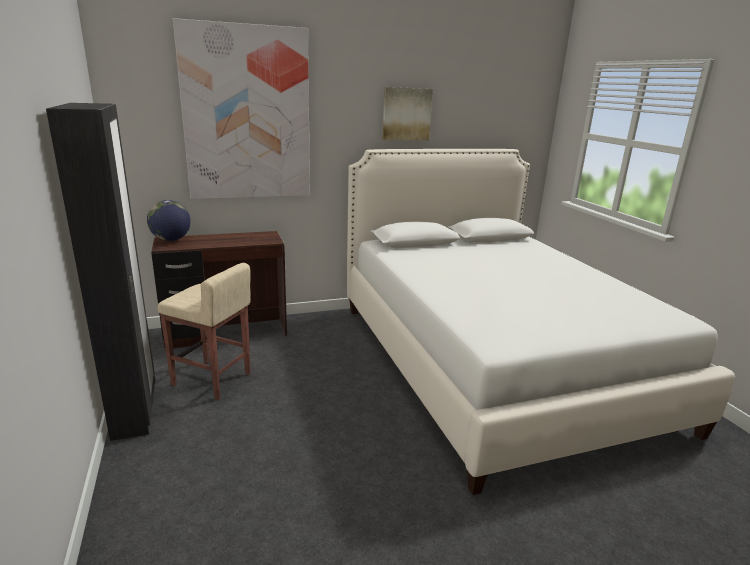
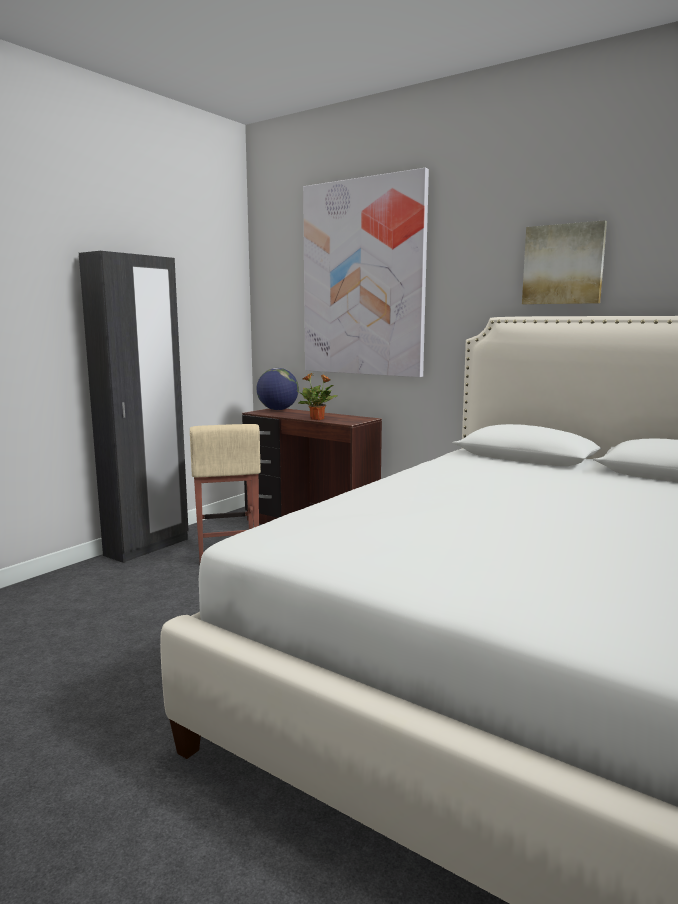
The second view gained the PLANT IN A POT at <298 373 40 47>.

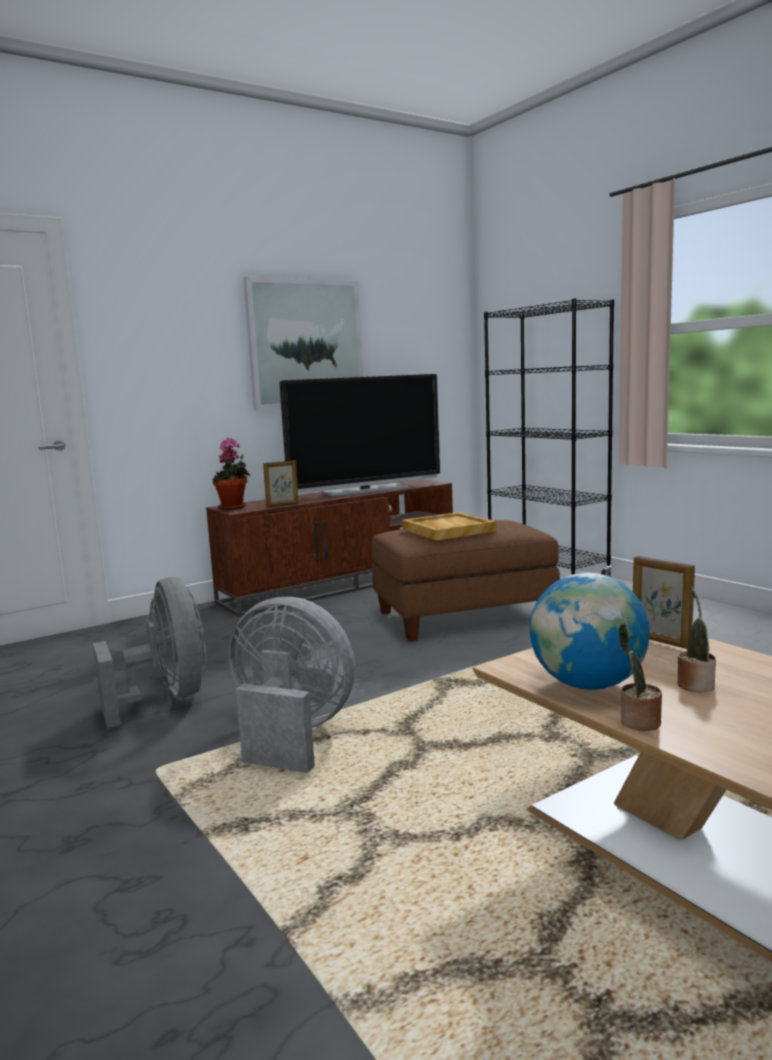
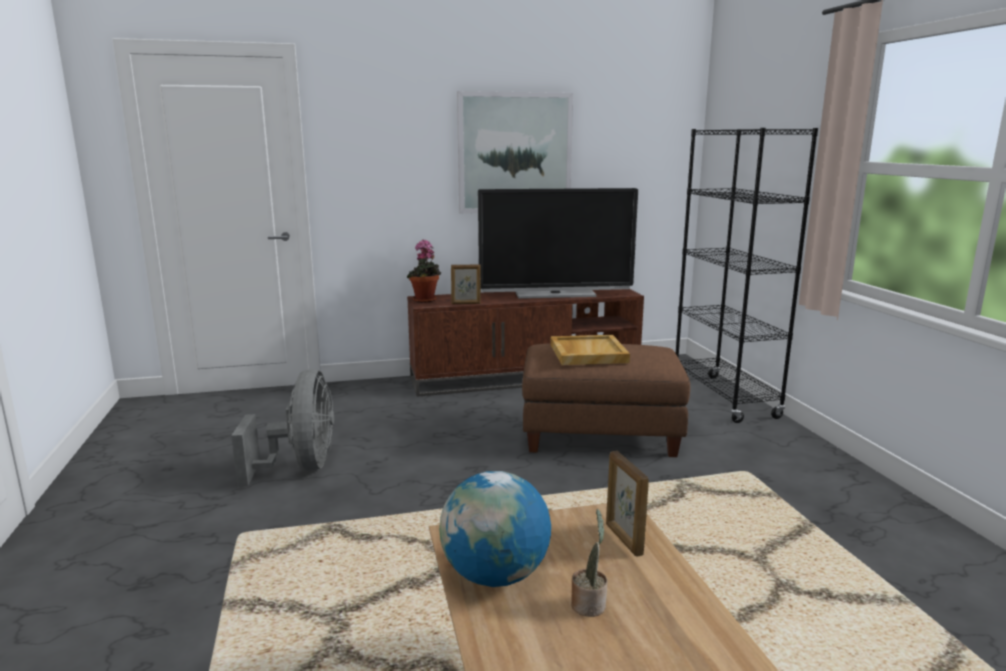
The second view lost the GREY FAN at <229 597 126 176>.
The second view lost the PLANT IN A POT at <618 623 44 108>.

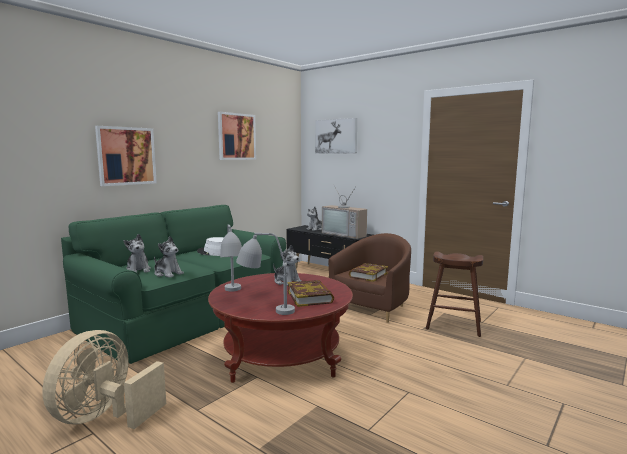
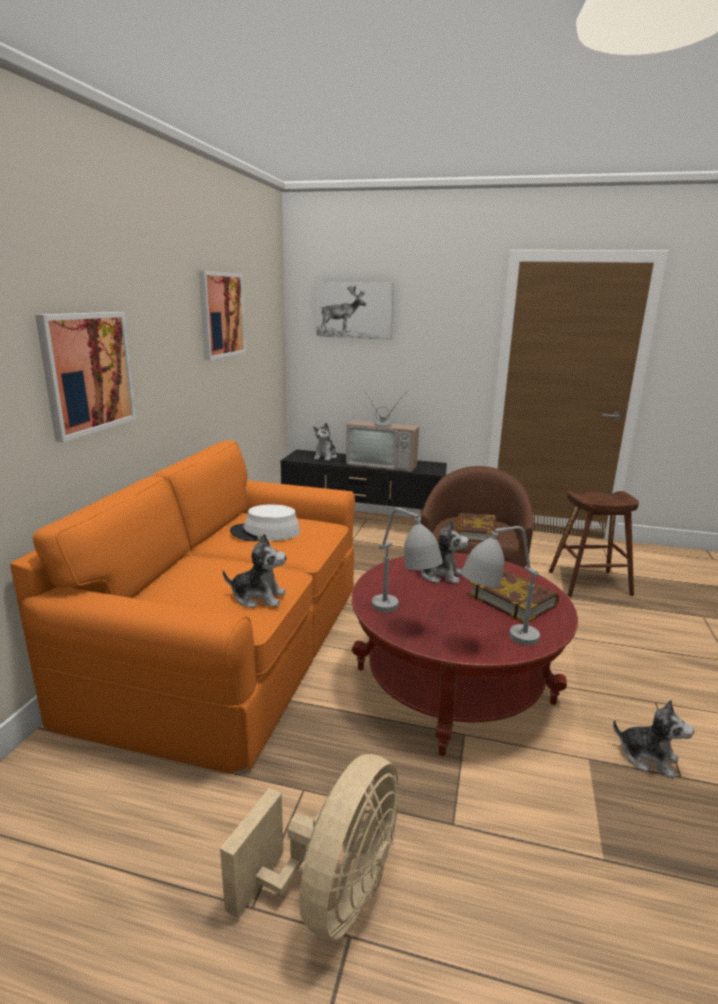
The CUDDLY TOY ended up elsewhere, having gone from <123 234 28 39> to <613 700 81 78>.
What was the GREEN-COLOURED COUCH at <61 205 225 159> turned into the ORANGE COUCH at <10 440 345 334>.
The BEIGE FAN at <42 330 124 99> ended up facing another way, 150 degrees counterclockwise from before.

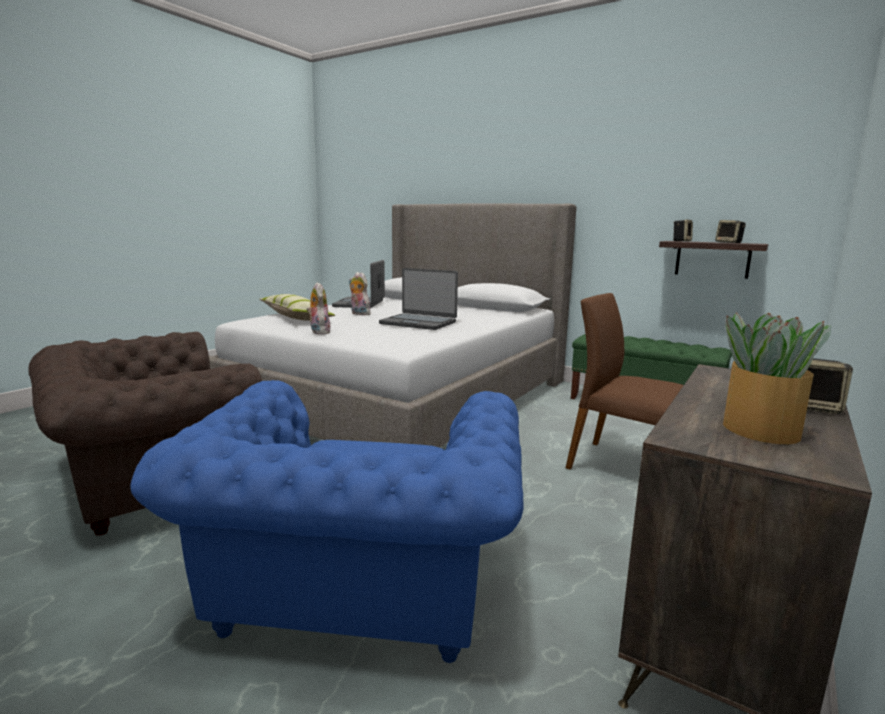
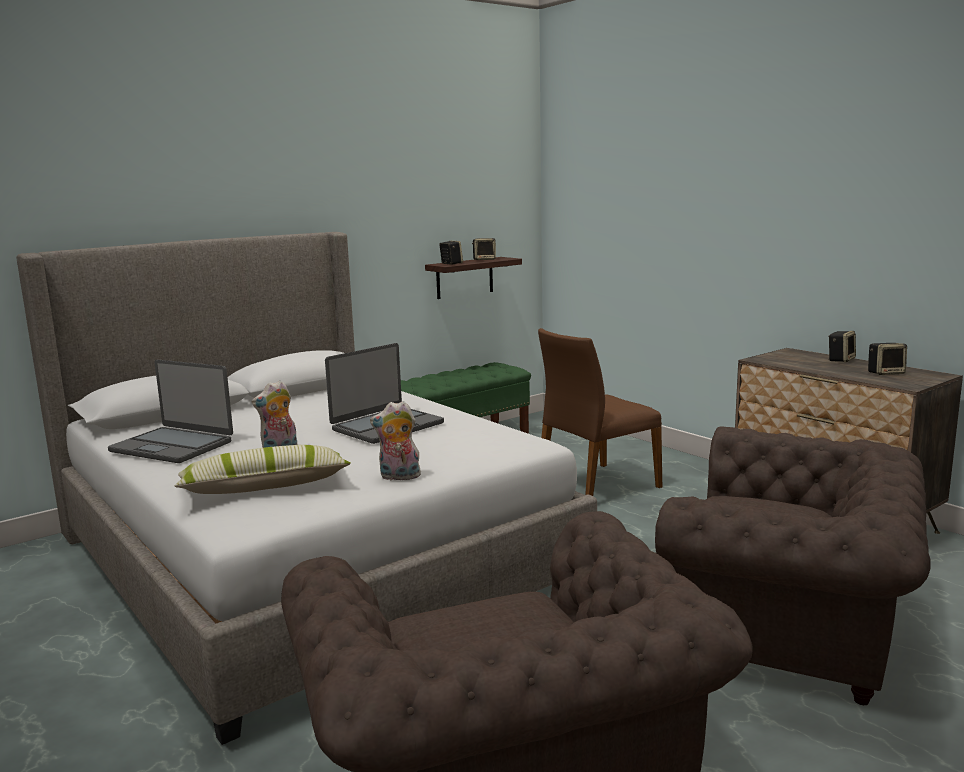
Where the PLANT IN A POT stood at <723 312 108 132>, the AUDIO SPEAKER came to stand at <868 343 39 32>.
What was the BLUISH EASY CHAIR at <130 380 393 283> turned into the BROWN EASY CHAIR at <655 426 276 279>.

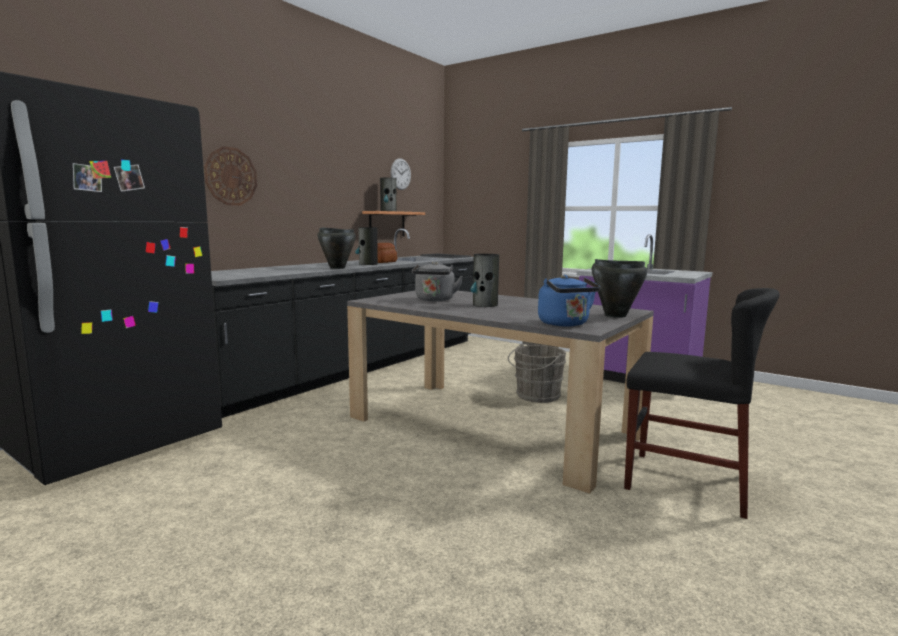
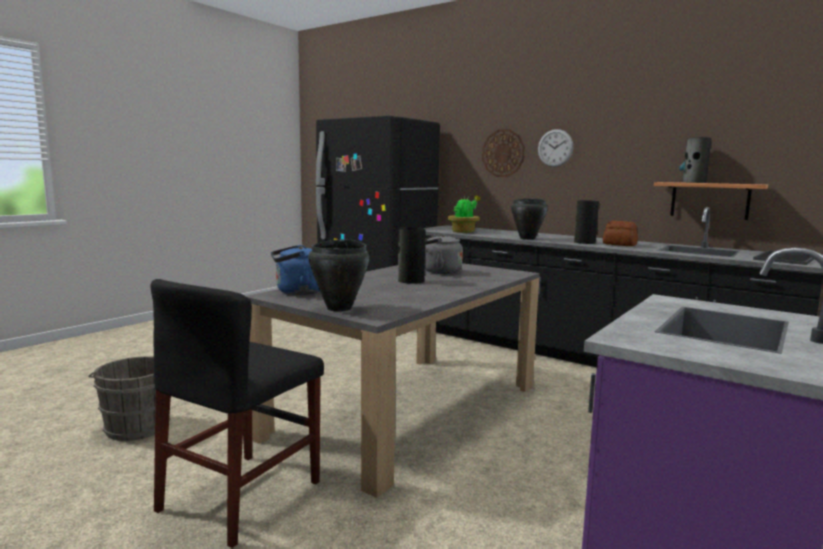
The second view gained the PLANT IN A POT at <448 195 33 38>.
The WALL CLOCK ended up elsewhere, having gone from <391 158 20 32> to <538 129 35 38>.
The GREY BUCKET ended up elsewhere, having gone from <508 344 58 59> to <88 356 84 85>.

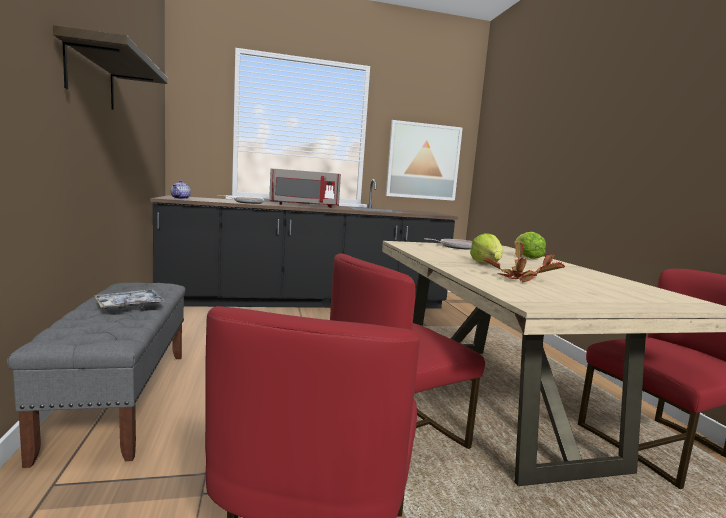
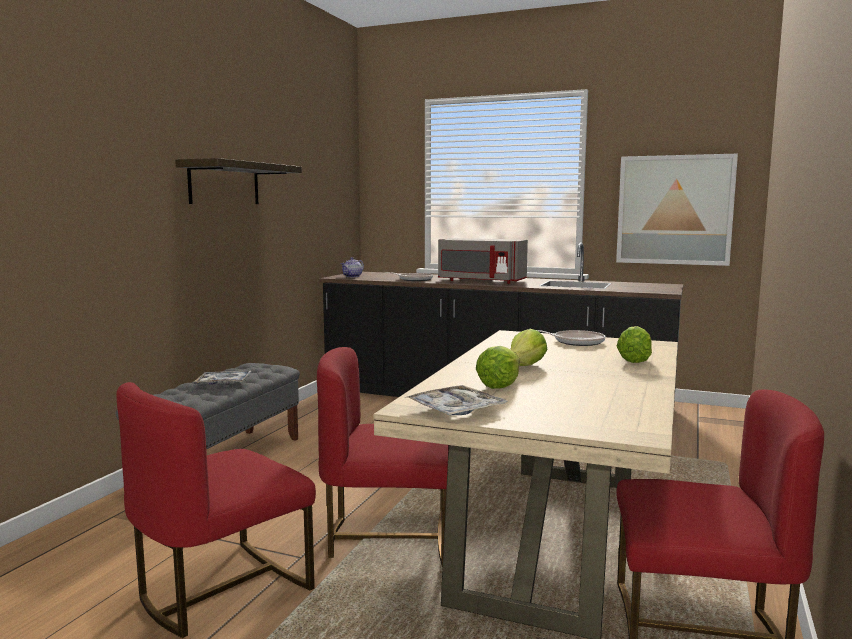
The second view gained the SERVING TRAY at <404 385 104 30>.
Where the PLANT IN A POT stood at <484 242 81 40>, the LETTUCE came to stand at <476 346 44 43>.

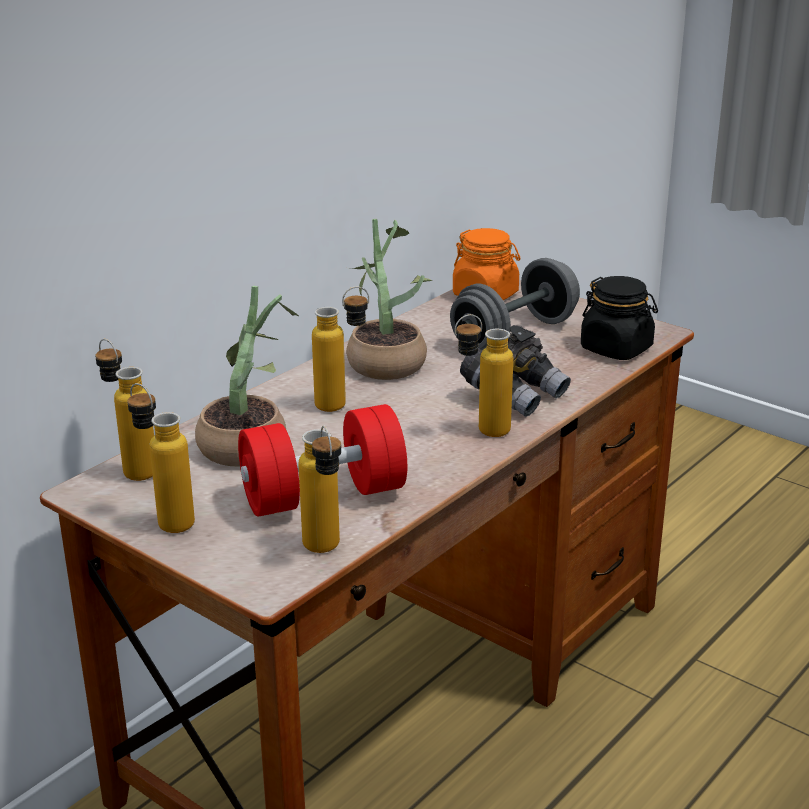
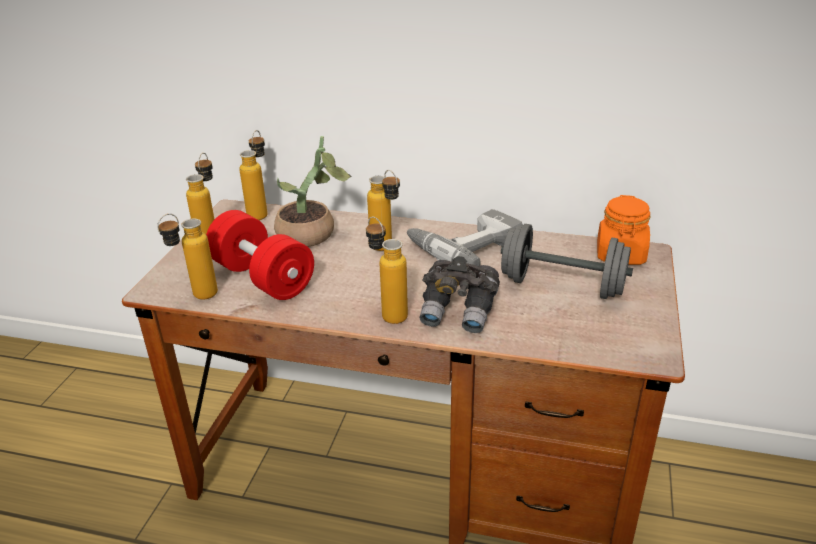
The second view lost the BLACKISH PRESERVE JAR at <581 276 77 84>.
Where the PLANT IN A POT stood at <346 219 87 161>, the DRILL came to stand at <407 209 116 57>.

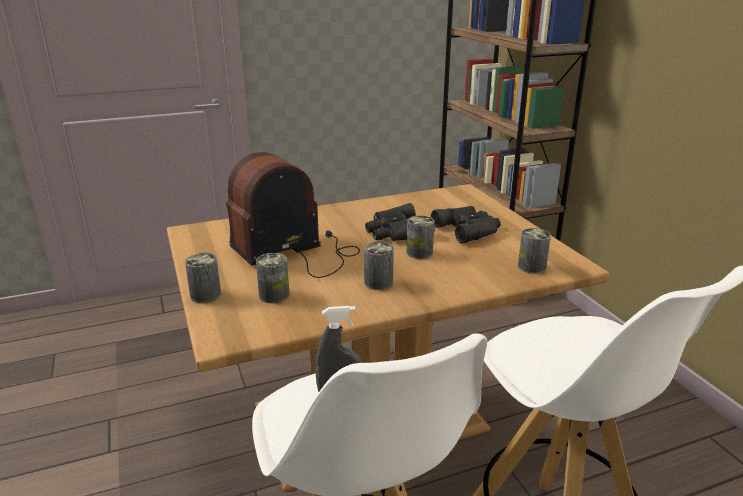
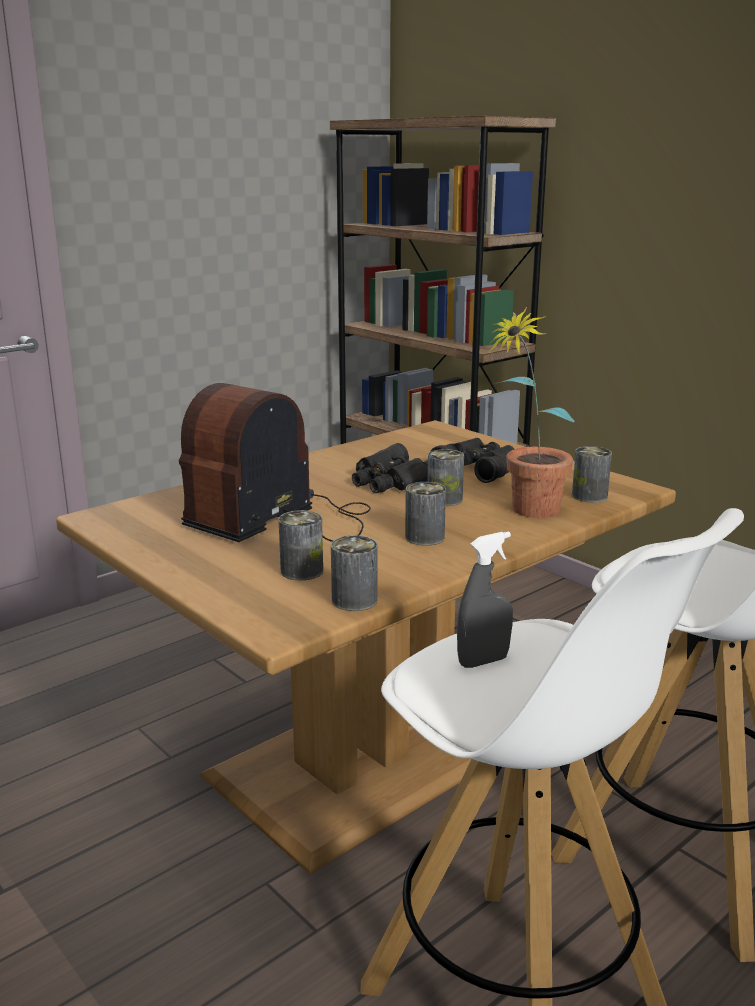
The second view gained the PLANT IN A POT at <489 307 85 211>.
The CAN ended up elsewhere, having gone from <185 253 36 50> to <331 535 46 76>.

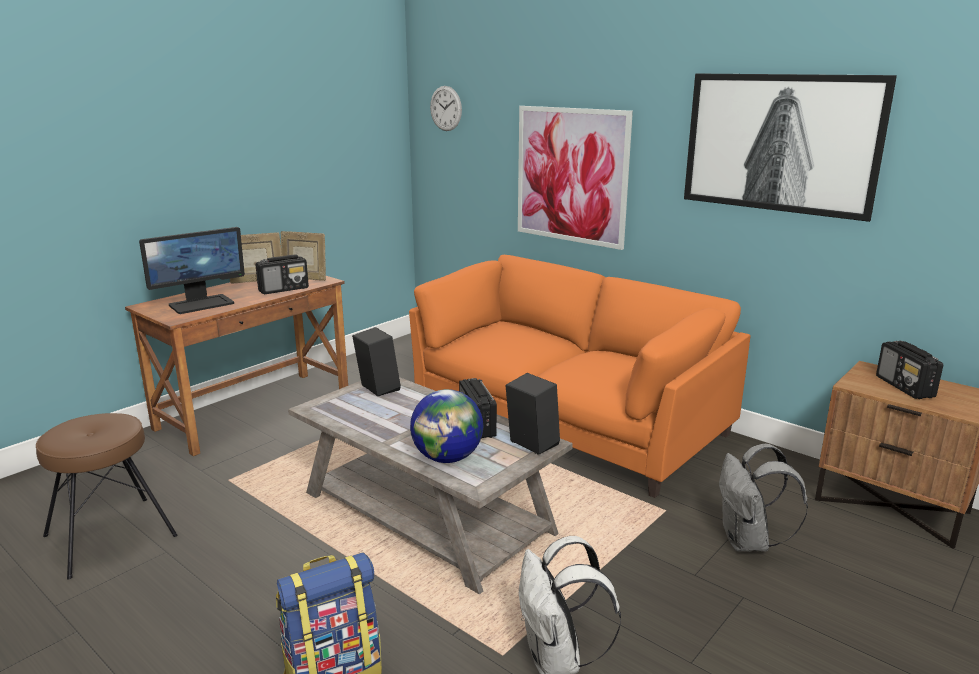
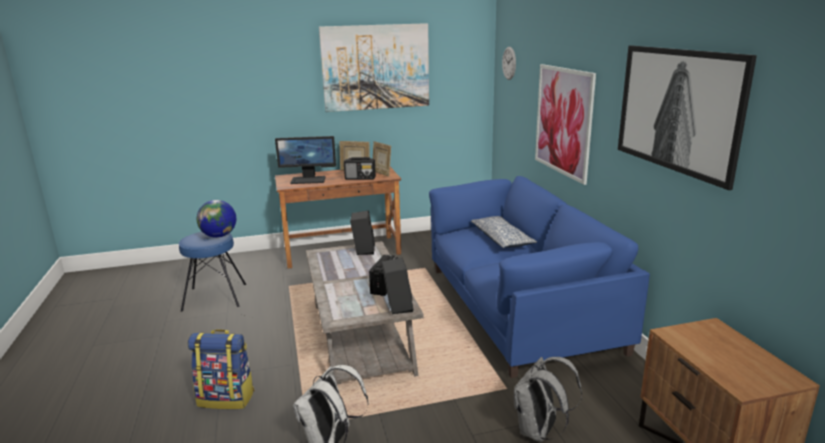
The second view lost the RADIO SET at <876 341 67 58>.
The second view gained the WALL PICTURE at <319 23 110 89>.
The second view gained the PILLOW at <471 216 66 32>.
The WORLD GLOBE ended up elsewhere, having gone from <410 389 73 74> to <197 200 39 38>.
What was the BROWN STOOL at <36 413 142 166> turned into the BLUISH STOOL at <179 232 67 80>.
What was the ORANGE COUCH at <409 255 342 243> turned into the BLUISH COUCH at <429 176 221 202>.

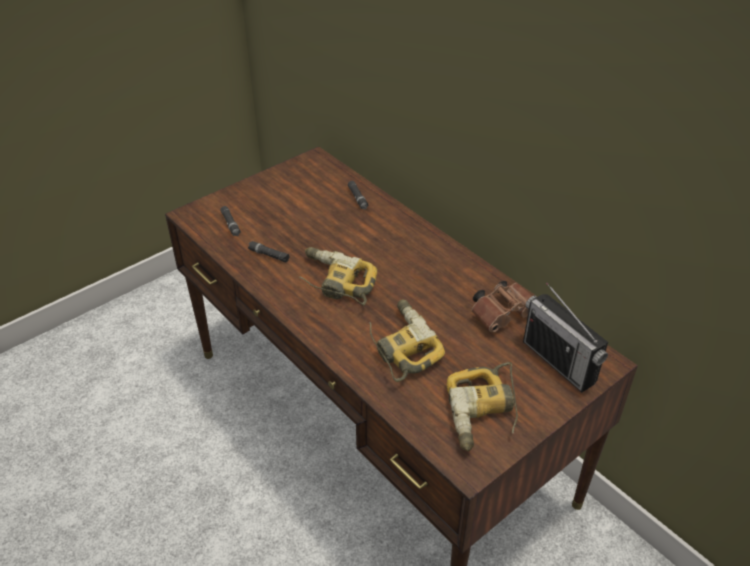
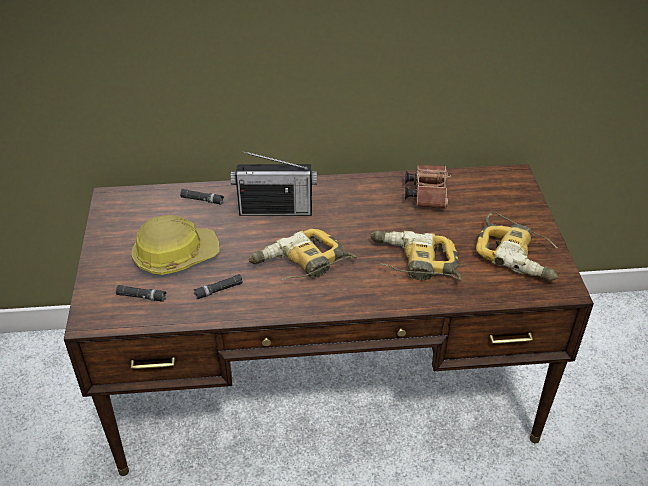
The second view gained the SAFETY HELMET at <132 215 88 60>.
The RADIO SET ended up elsewhere, having gone from <523 283 85 109> to <230 151 87 65>.

